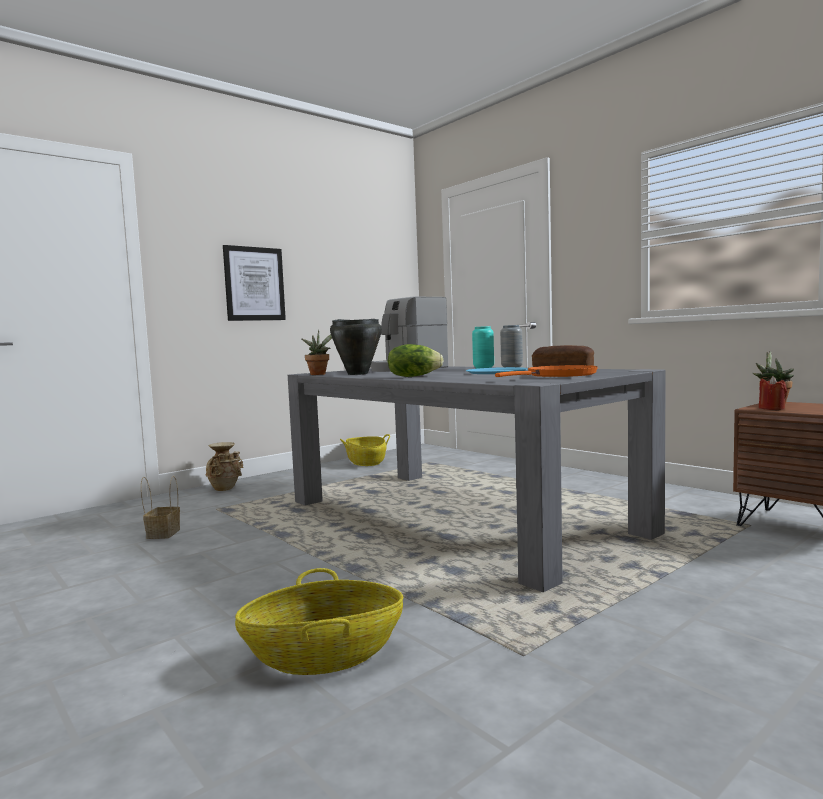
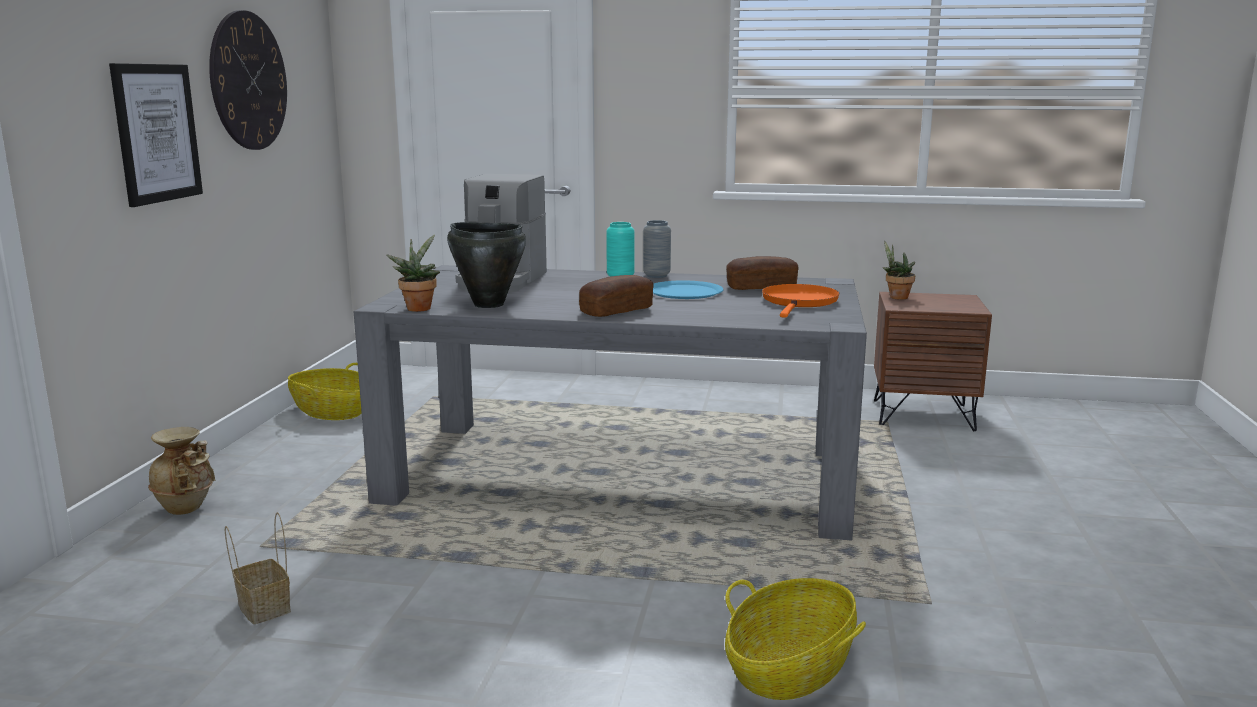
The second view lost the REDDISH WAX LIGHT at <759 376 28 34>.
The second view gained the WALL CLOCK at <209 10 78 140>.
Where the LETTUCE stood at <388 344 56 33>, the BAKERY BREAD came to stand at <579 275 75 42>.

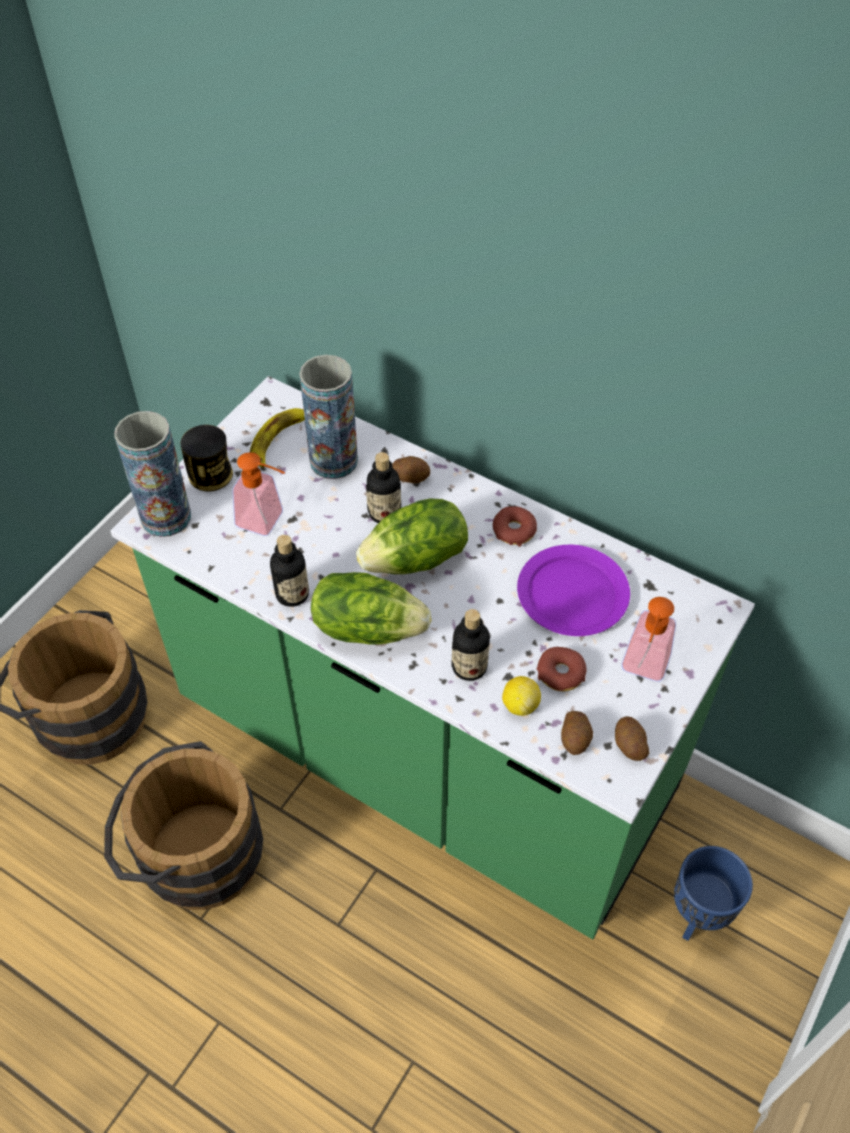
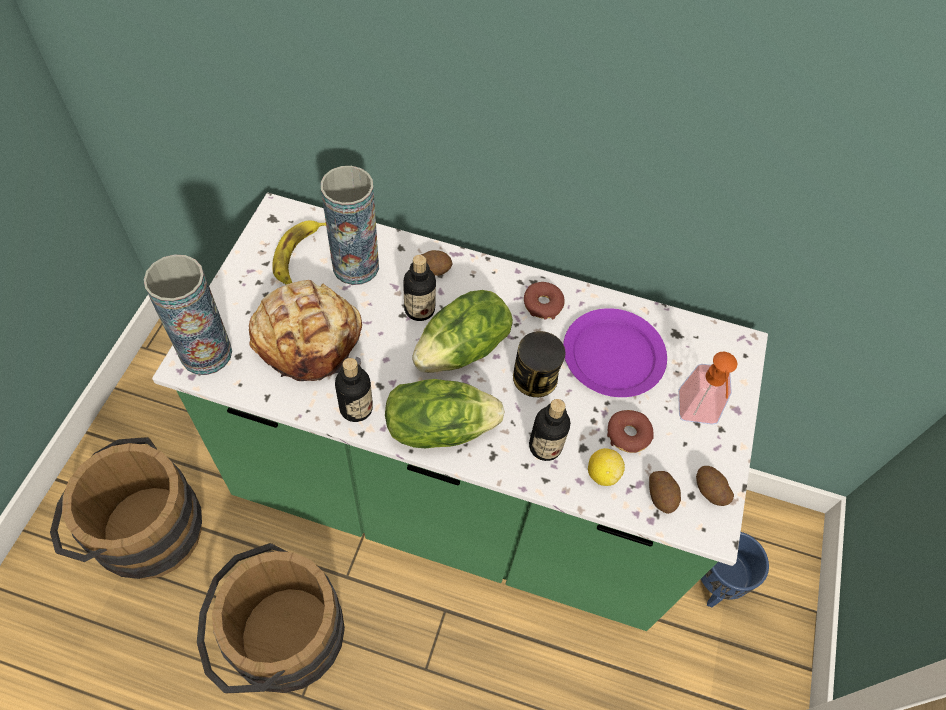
The CAN ended up elsewhere, having gone from <180 425 53 66> to <513 331 53 66>.
Where the LIQUID SOAP BOTTLE stood at <232 452 53 84>, the BAKERY BREAD came to stand at <249 280 113 101>.

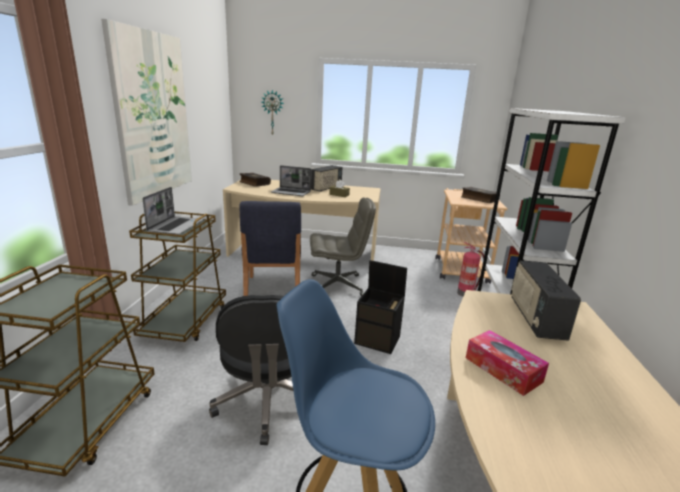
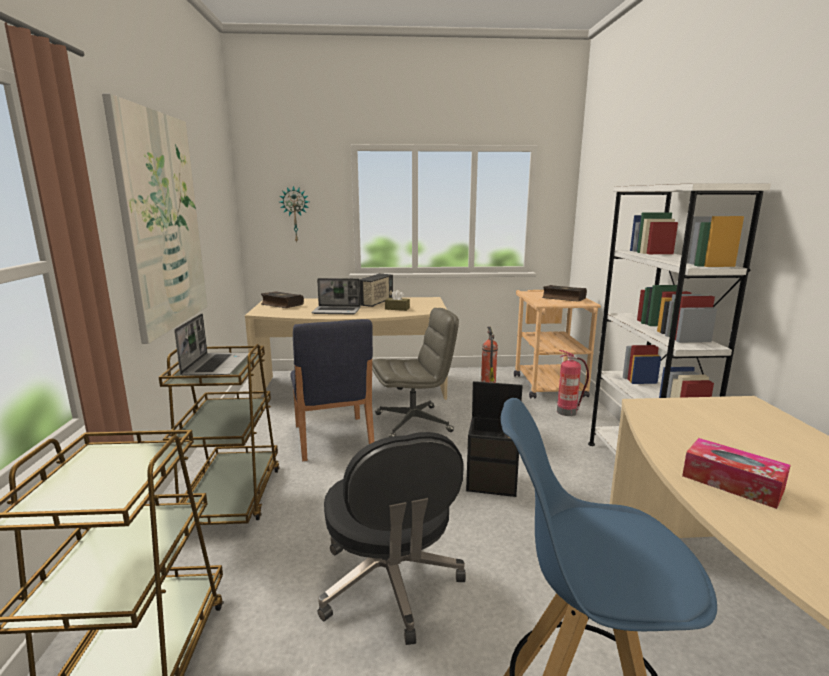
The second view lost the RADIO SET at <511 261 70 80>.
The second view gained the FIRE-FIGHTING CYLINDER at <481 326 17 57>.

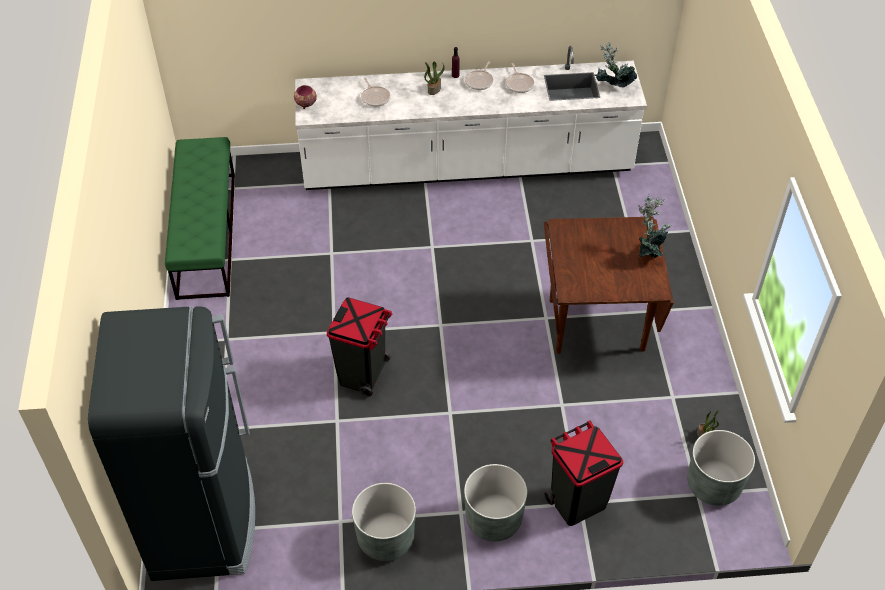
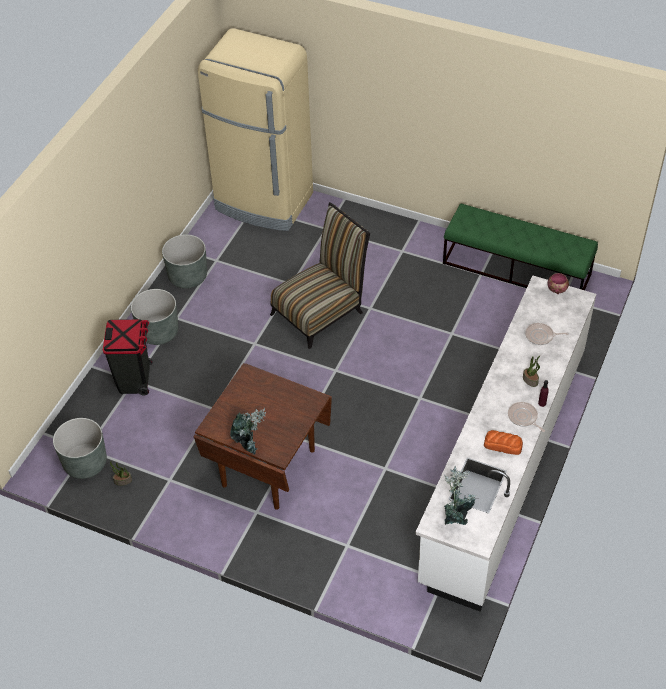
Where the BLACKISH TRASH CAN stood at <327 297 65 100>, the UPRIGHT CHAIR came to stand at <270 202 100 147>.
Where the PAN stood at <506 63 28 30>, the BAKERY BREAD came to stand at <484 430 39 25>.
What was the BLACKISH REFRIGERATOR at <88 306 167 275> turned into the BEIGE REFRIGERATOR at <198 28 115 203>.

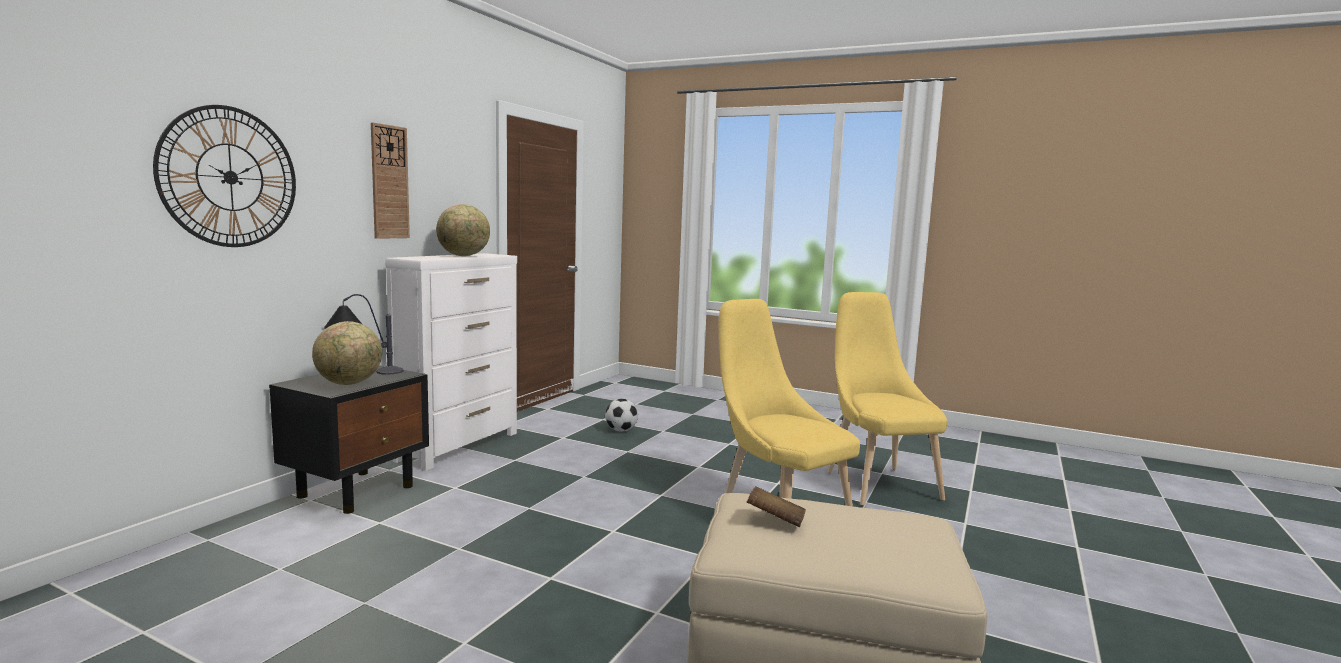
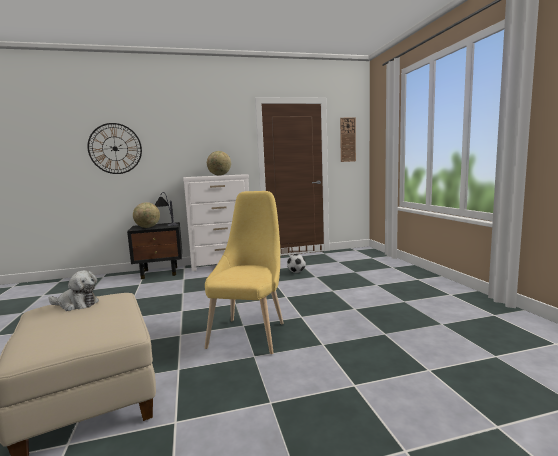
The second view lost the YELLOW-COLOURED UPRIGHT CHAIR at <827 292 120 214>.
The WALL CLOCK ended up elsewhere, having gone from <371 122 39 117> to <340 118 16 44>.
Where the BROWN BOOK stood at <747 486 59 41>, the CUDDLY TOY came to stand at <48 270 51 41>.

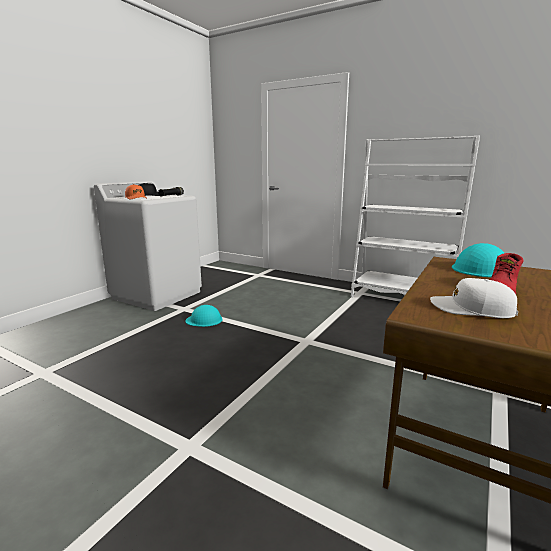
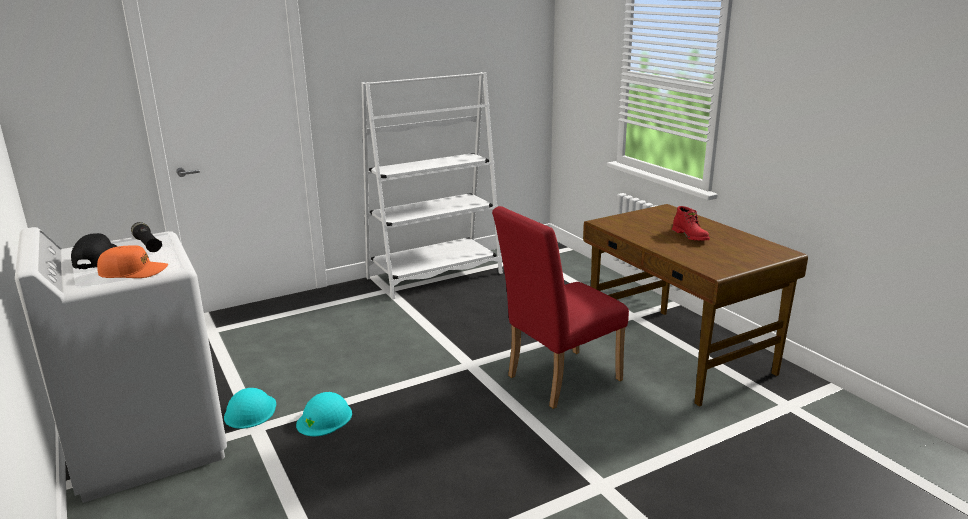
The second view lost the WHITE CAP at <430 278 88 40>.
The second view gained the REDDISH UPRIGHT CHAIR at <492 206 137 203>.
The BLUE-GREEN SAFETY HELMET ended up elsewhere, having gone from <452 243 52 34> to <224 388 52 41>.

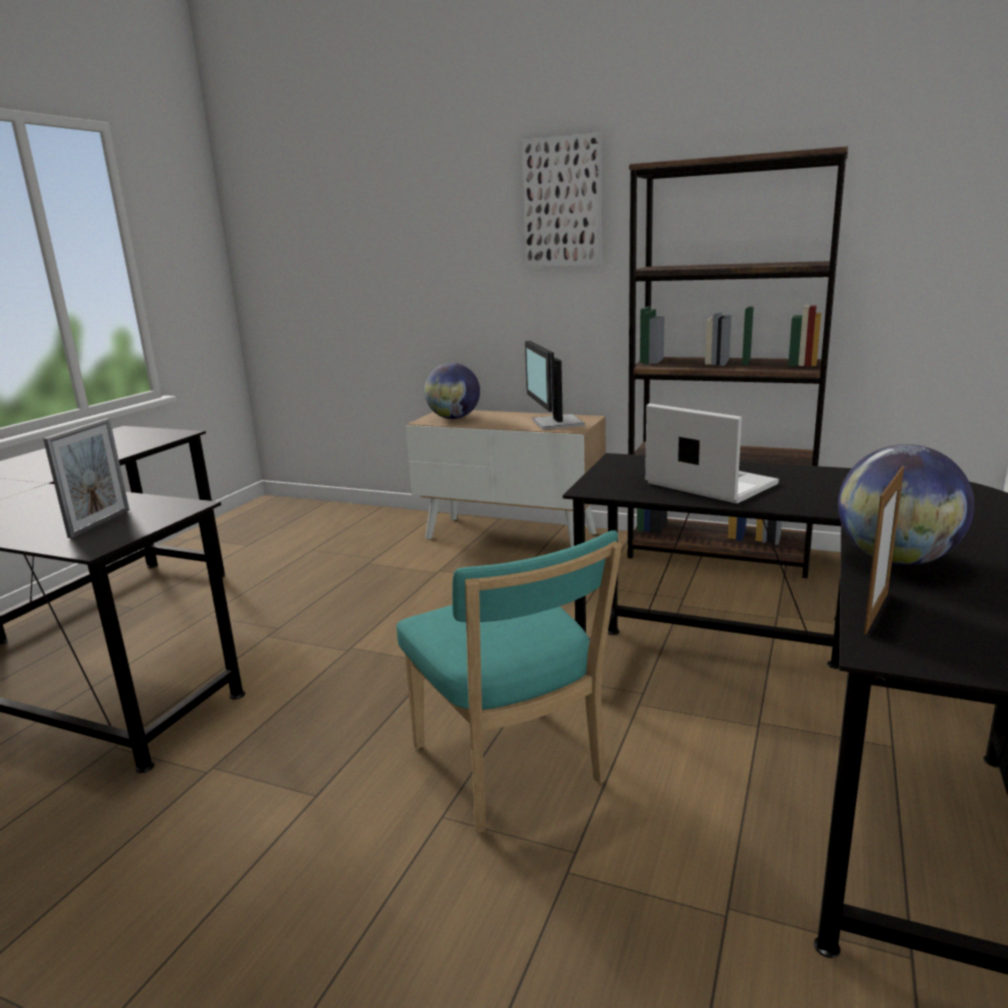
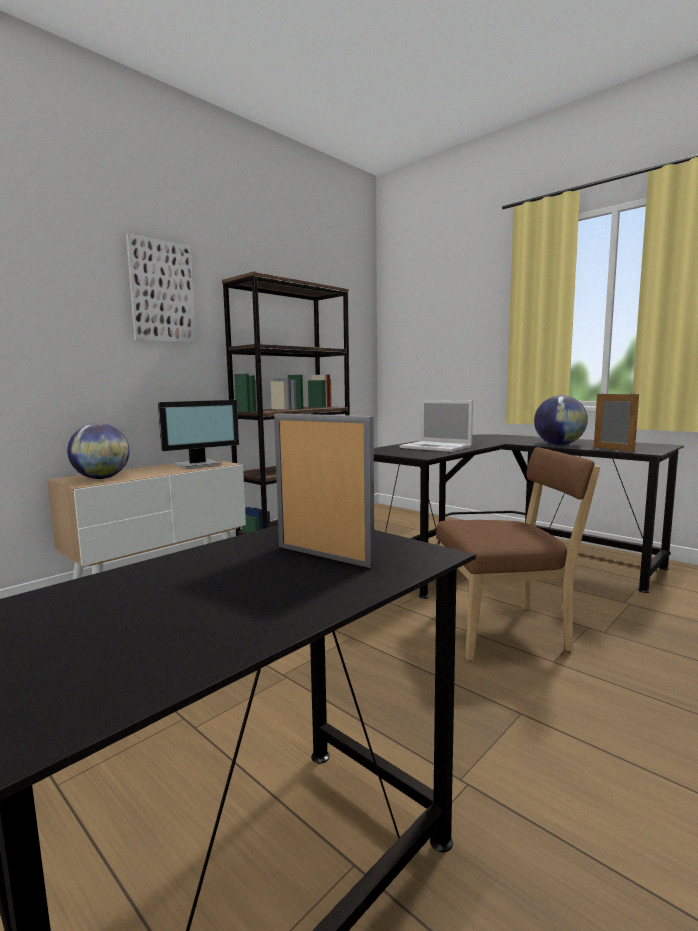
What was the BLUE-GREEN UPRIGHT CHAIR at <397 530 225 303> turned into the BROWN UPRIGHT CHAIR at <436 447 164 214>.
The COMPUTER SCREEN at <525 341 60 89> ended up facing another way, 45 degrees counterclockwise from before.
The PORTABLE COMPUTER at <645 403 134 101> ended up facing another way, 120 degrees counterclockwise from before.

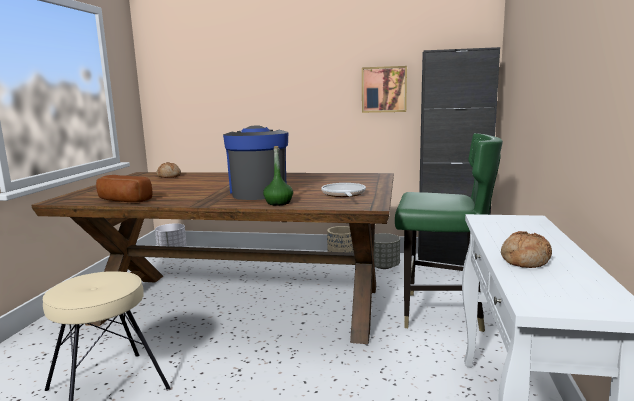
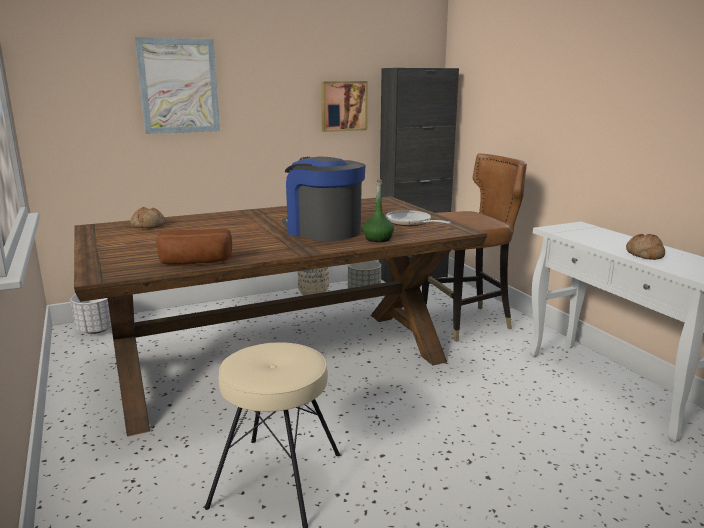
The second view gained the WALL PICTURE at <135 37 85 97>.
What was the GREEN-COLOURED UPRIGHT CHAIR at <395 133 108 199> turned into the BROWN UPRIGHT CHAIR at <422 153 105 189>.

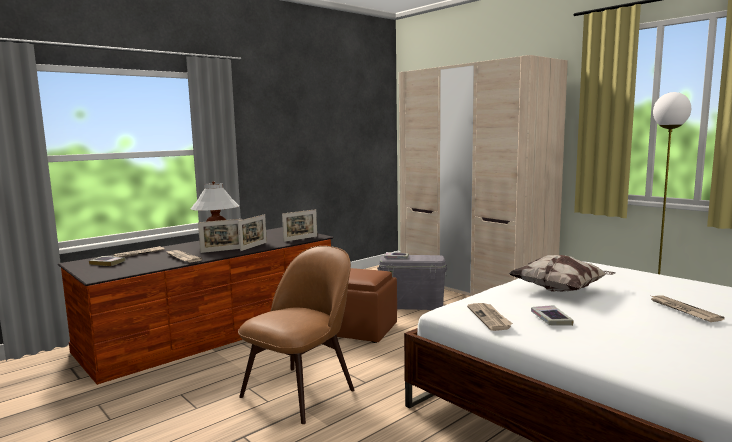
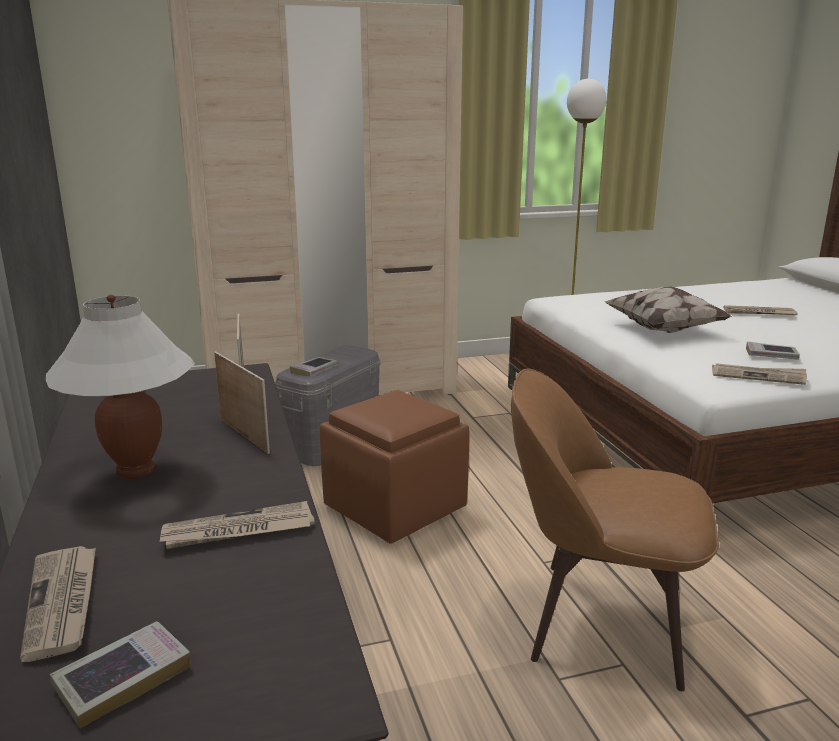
The second view lost the STANDING FRAME at <198 219 44 34>.
The BROWN UPRIGHT CHAIR at <238 246 117 178> ended up facing another way, 45 degrees counterclockwise from before.

